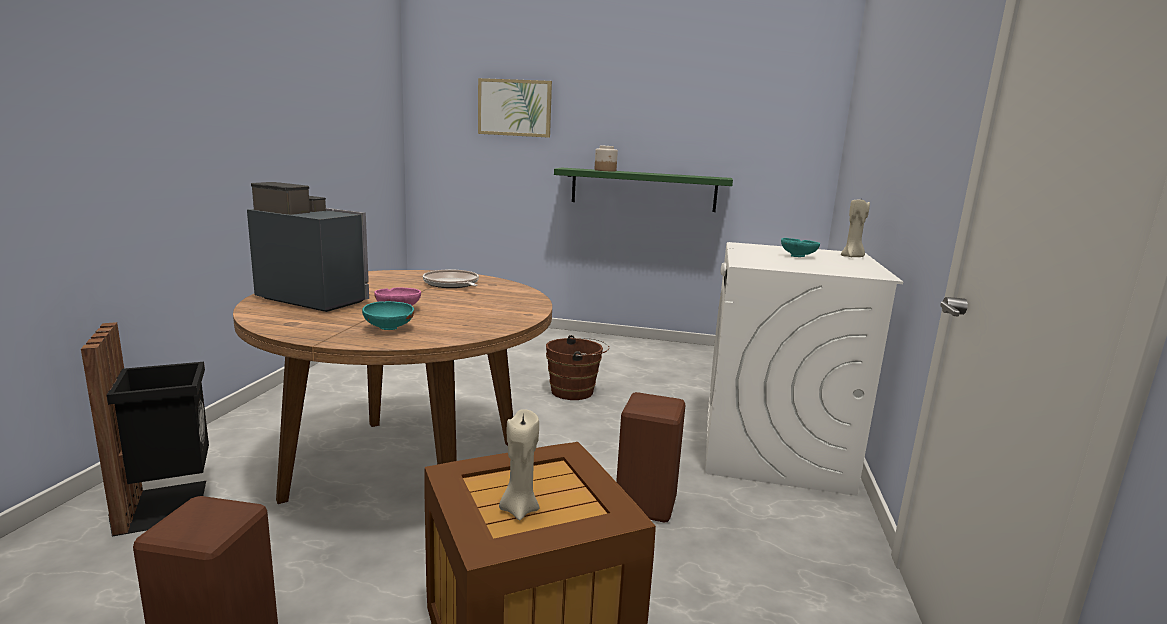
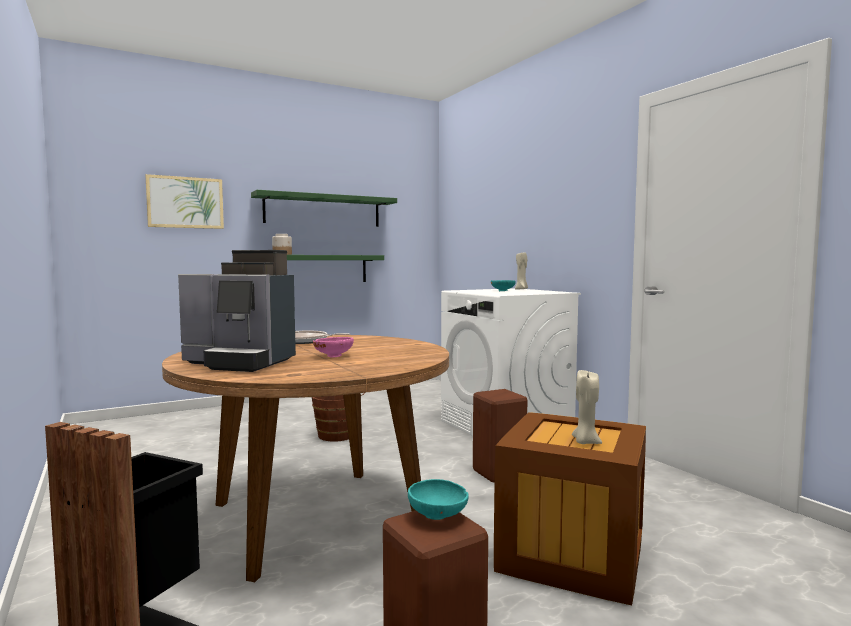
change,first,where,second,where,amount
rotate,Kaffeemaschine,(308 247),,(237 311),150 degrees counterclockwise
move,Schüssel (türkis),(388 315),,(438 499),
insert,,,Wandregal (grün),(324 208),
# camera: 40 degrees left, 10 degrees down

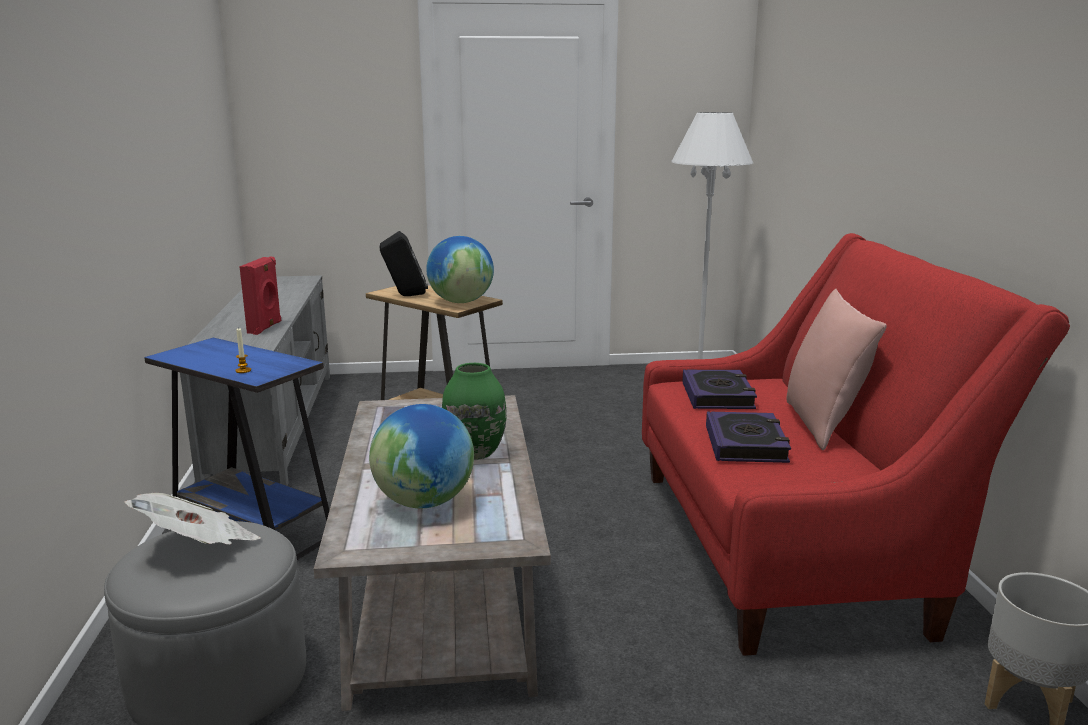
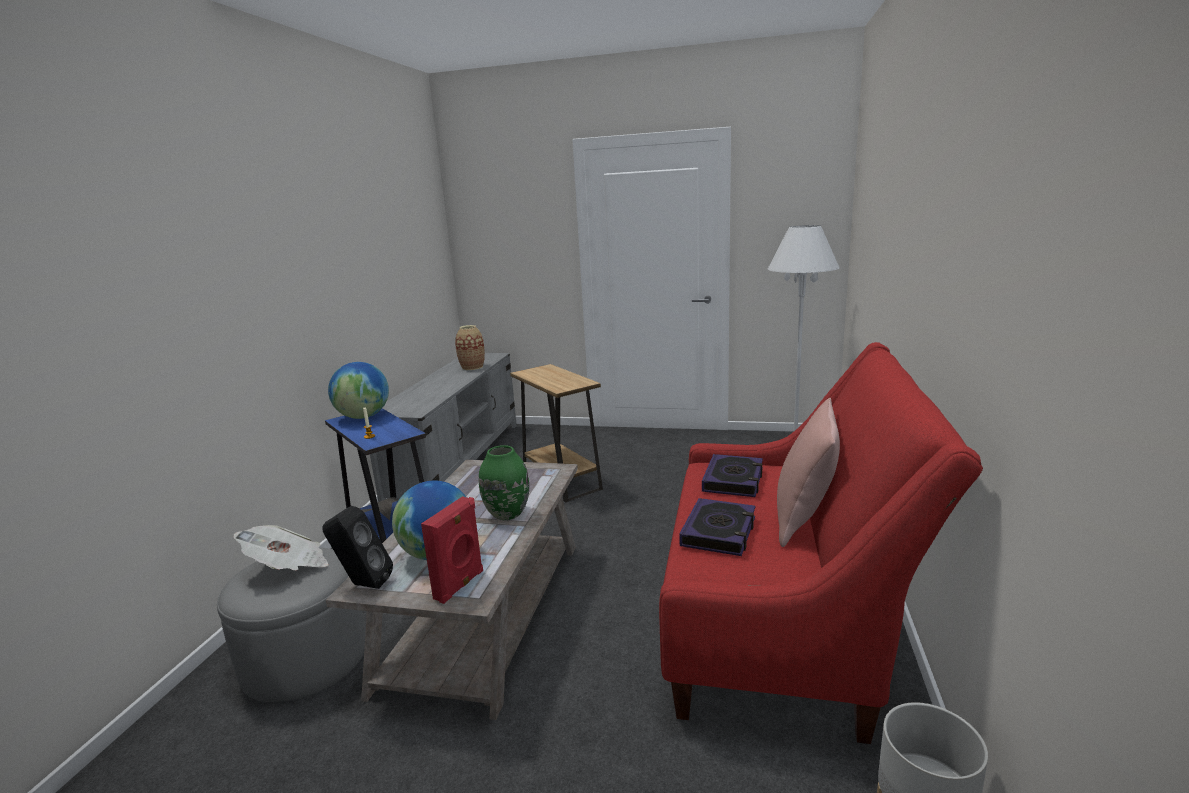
change,first,where,second,where,amount
move,Lautsprecher (schwarz),(404 263),,(357 547),
move,Globus,(460 269),,(358 390),
move,Lautsprecher (rot),(260 296),,(452 550),
insert,,,Vase,(470 347),
# camera: 20 degrees right, 0 degrees up

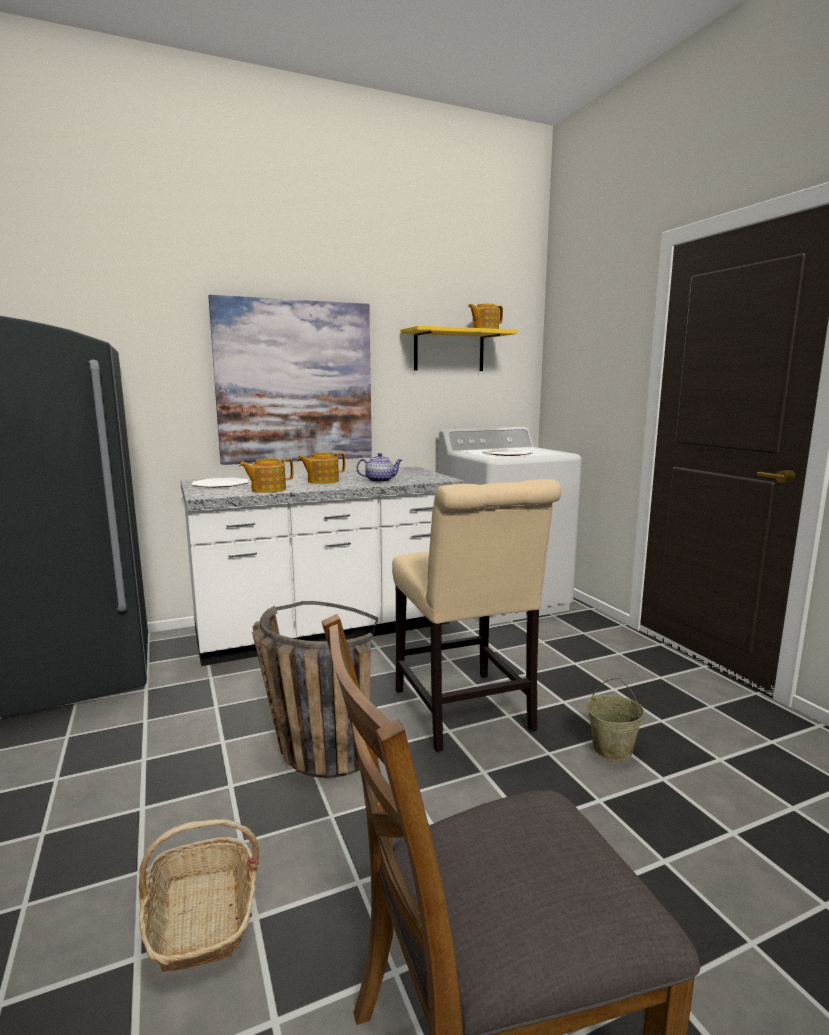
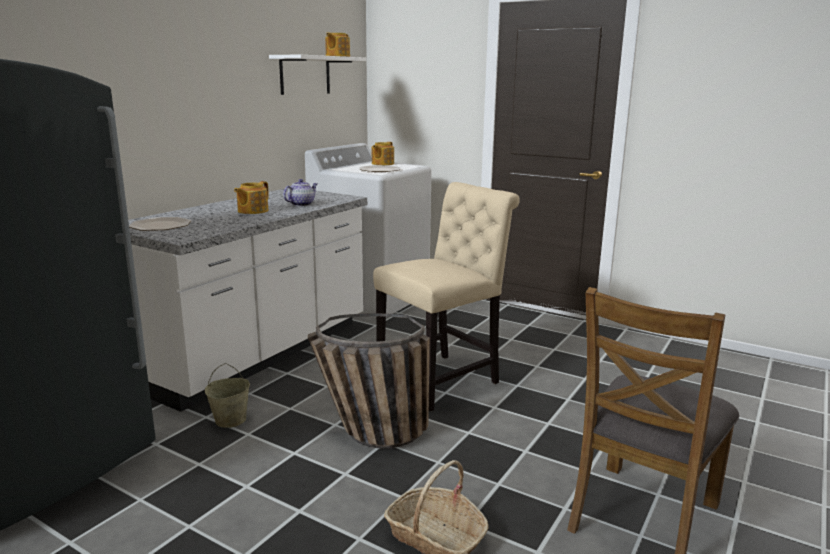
change,first,where,second,where,amount
delete,Bild,(290 380),,,
recolor,Wandregal (gelb),(459 348),Wandregal (weiß),(317 75),
move,Teekanne,(266 475),,(383 153),
rotate,Stuhl (beige),(476 615),,(446 296),75 degrees counterclockwise
move,Eimer (beige),(615 719),,(227 395),
# camera: 35 degrees left, 5 degrees up

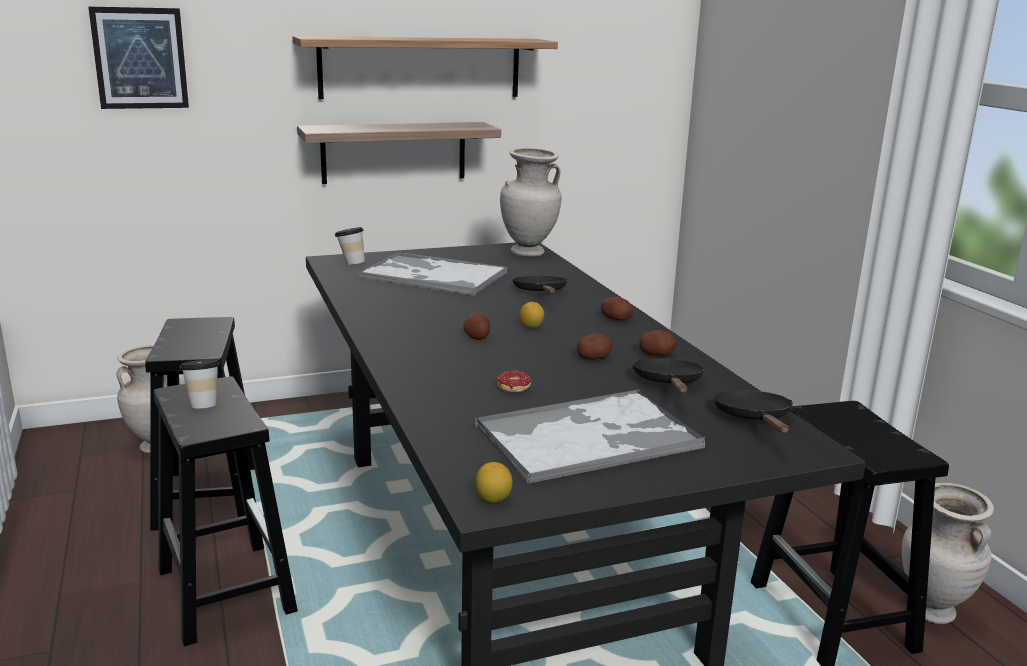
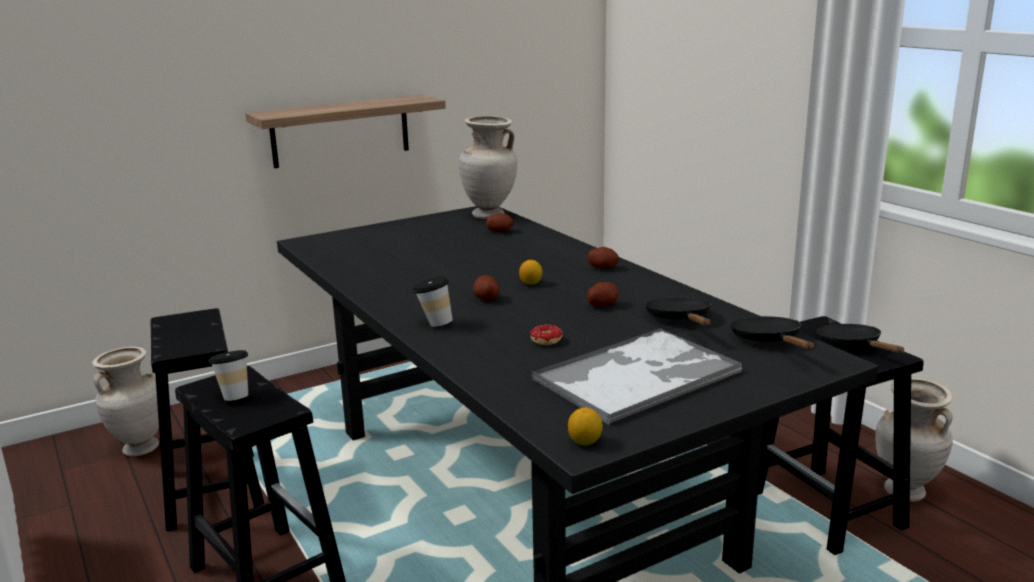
change,first,where,second,where,amount
delete,Bild,(138 58),,,
delete,Wandregal,(425 67),,,
move,Tasse,(350 246),,(432 302),
delete,Tablett,(432 274),,,
move,Pfanne (schwarz),(540 285),,(860 338),
move,Kartoffel,(658 343),,(500 222),
# camera: 10 degrees left, 0 degrees up

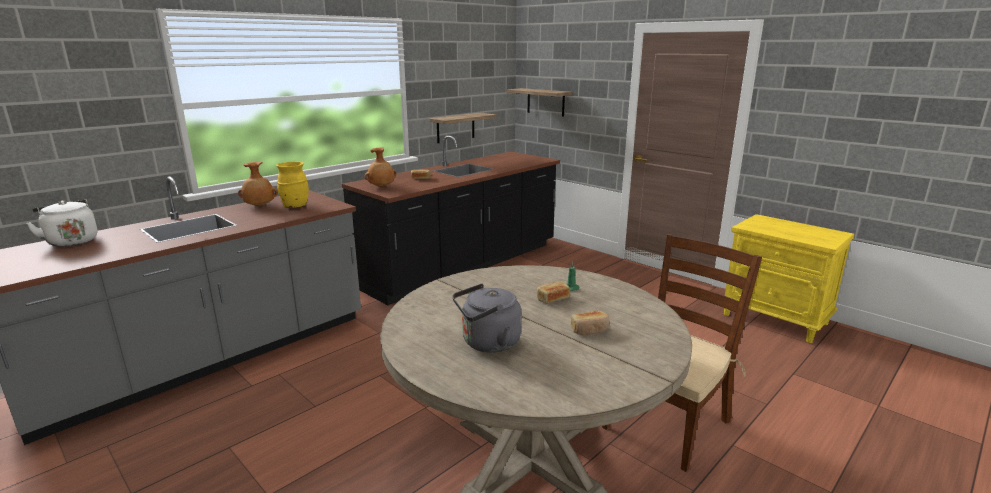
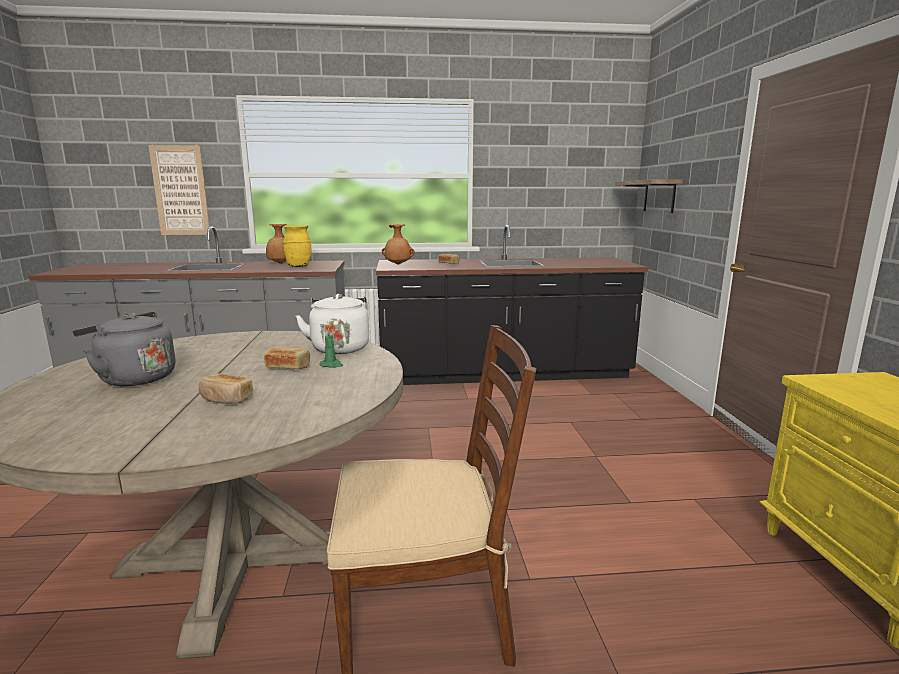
change,first,where,second,where,amount
delete,Wandregal,(463 128),,,
move,Wasserkessel (weiß),(61 223),,(332 324),
insert,,,Bild,(179 190),
# camera: 40 degrees right, 5 degrees down

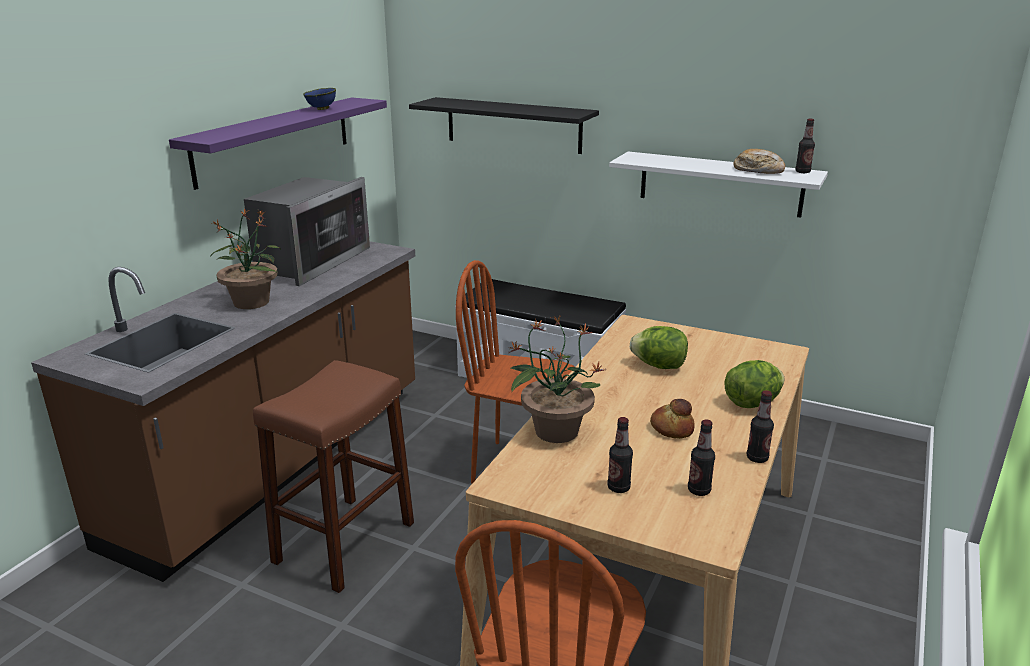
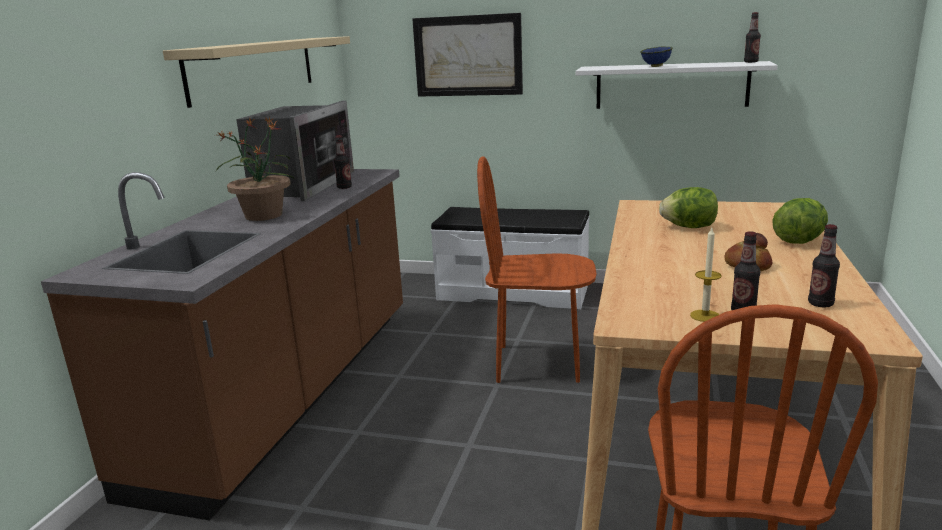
change,first,where,second,where,amount
move,Schüssel (blau),(319 99),,(656 56),
replace,Wandregal (schwarz),(504 125),Bild,(467 55),
recolor,Wandregal (lila),(278 144),Wandregal (beige),(256 72),
delete,Brot,(759 161),,,
delete,Topfpflanze,(558 379),,,
delete,Hocker (braun),(333 476),,,
move,Flasche,(760 426),,(343 162),
insert,,,Kerze,(706 275),
# camera: 10 degrees left, 5 degrees down

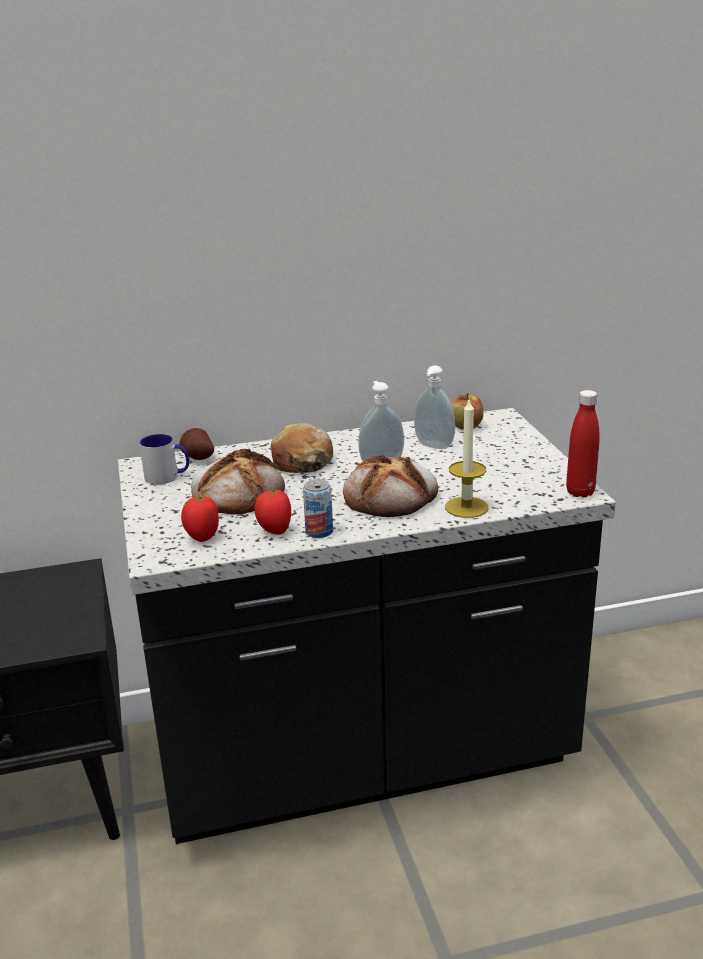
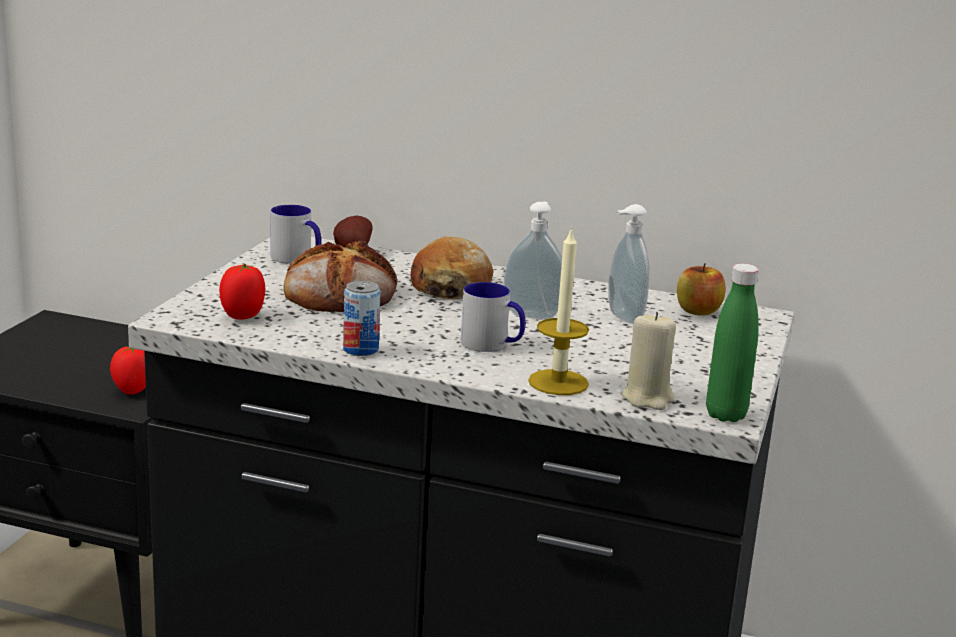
change,first,where,second,where,amount
recolor,Flasche (rot),(583 444),Flasche (grün),(732 343),
replace,Brot,(390 485),Henkelbecher,(493 317),
move,Tomate,(273 512),,(128 370),
insert,,,Kerze (beige),(648 361),
# camera: 30 degrees right, 5 degrees down

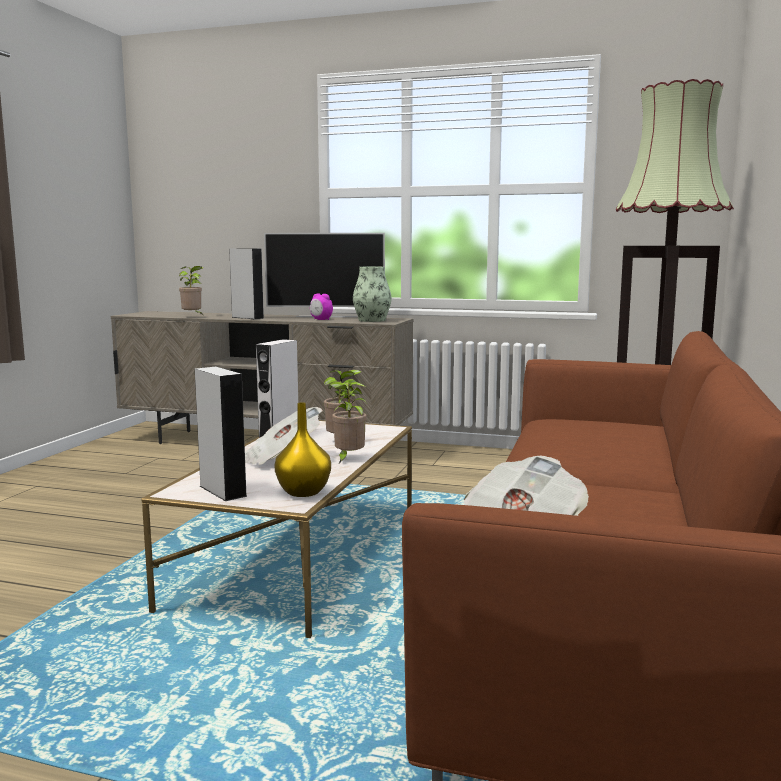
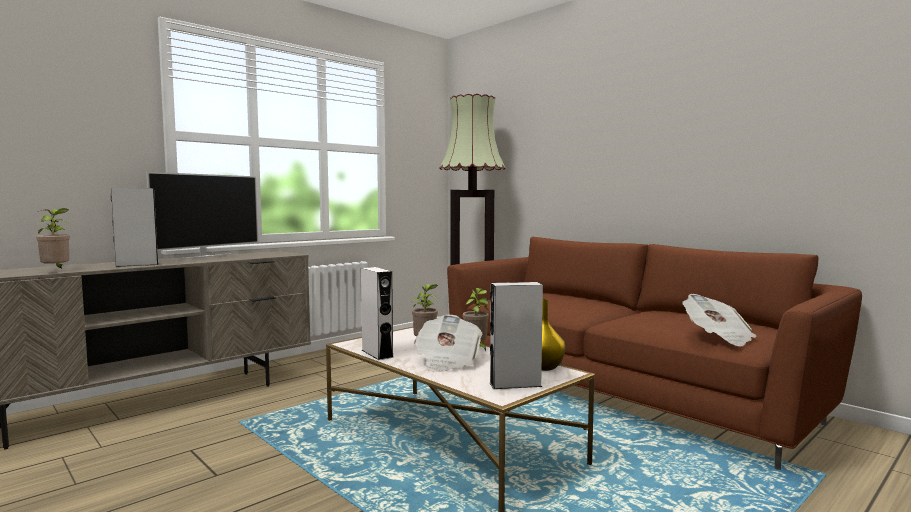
change,first,where,second,where,amount
delete,Vase,(372 294),,,
delete,Wecker,(321 306),,,
# camera: 60 degrees left, 5 degrees down

